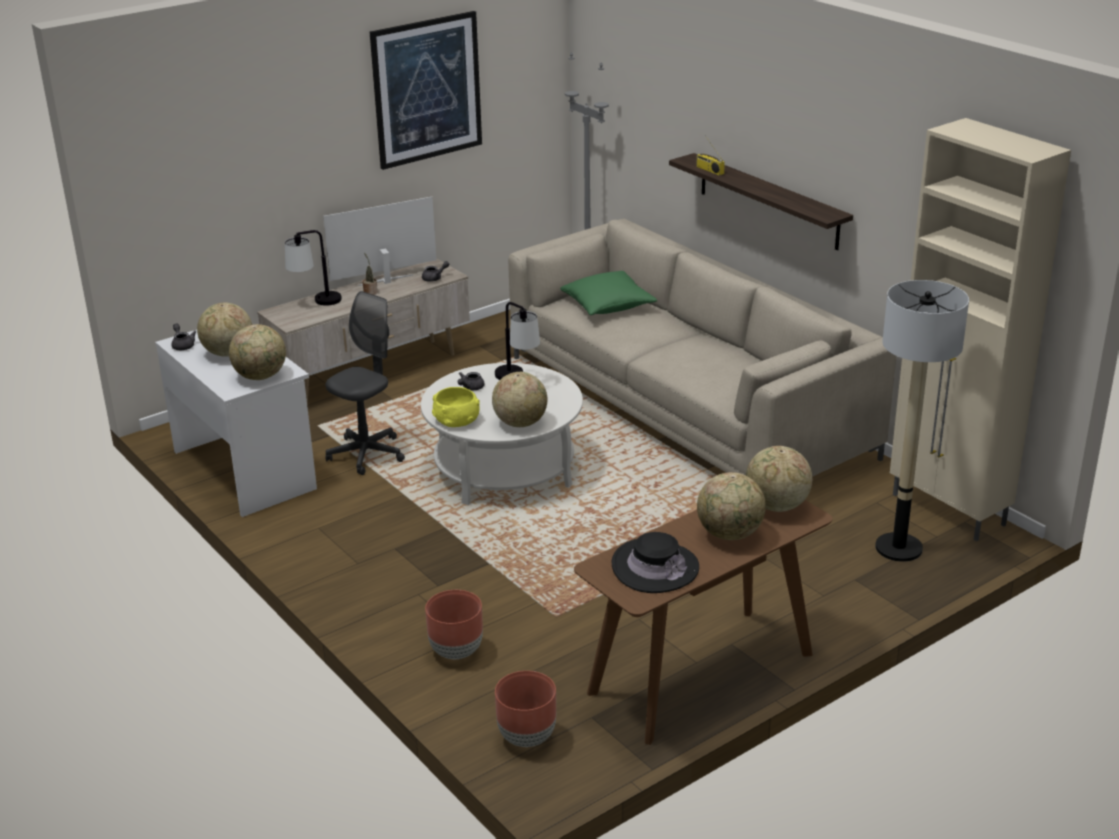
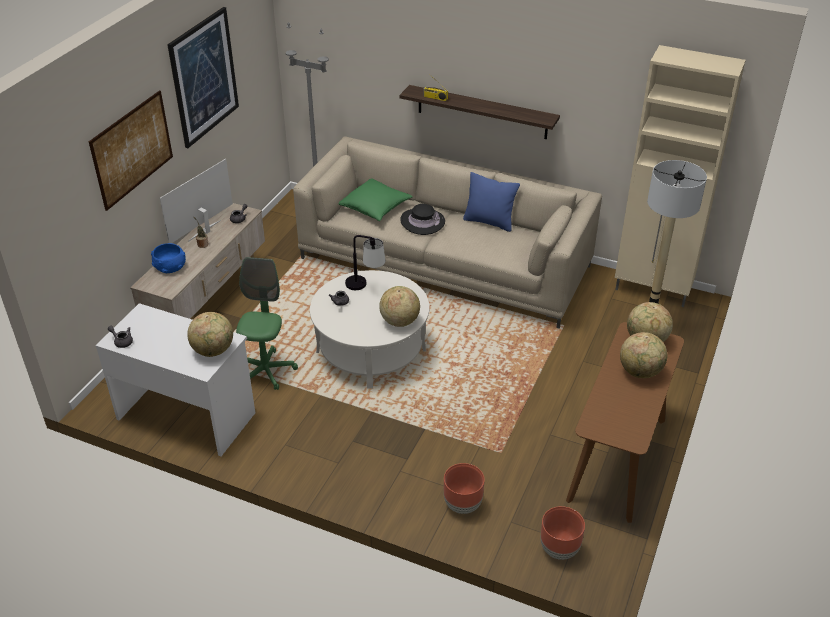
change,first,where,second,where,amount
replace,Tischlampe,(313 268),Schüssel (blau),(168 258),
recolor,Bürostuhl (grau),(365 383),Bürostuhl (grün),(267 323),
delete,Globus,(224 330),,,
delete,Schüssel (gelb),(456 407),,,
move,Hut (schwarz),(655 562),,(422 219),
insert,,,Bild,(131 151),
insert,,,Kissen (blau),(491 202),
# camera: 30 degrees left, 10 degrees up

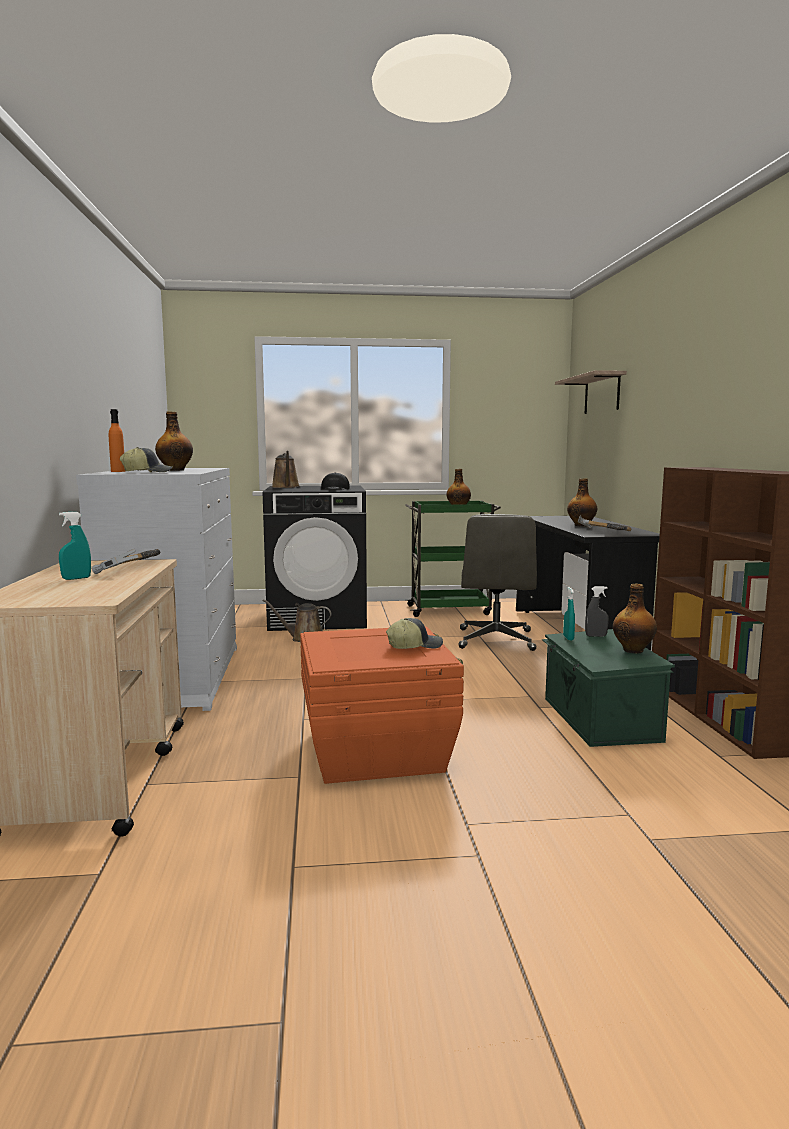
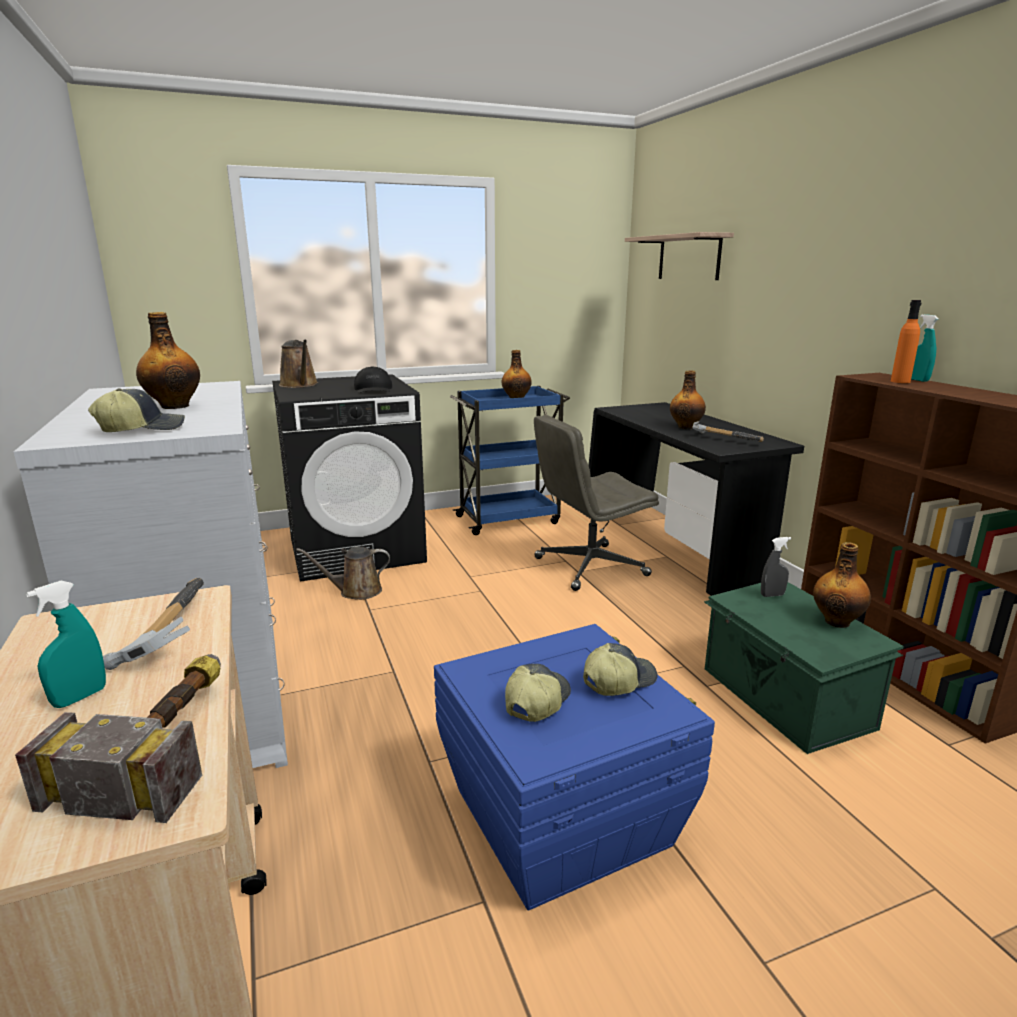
change,first,where,second,where,amount
move,Flasche (orange),(117 440),,(906 341),
recolor,Rollwagen (grün),(453 559),Rollwagen (blau),(510 460),
rotate,Bürostuhl (grau),(498 582),,(596 503),75 degrees clockwise
move,Sprühflasche (türkis),(569 614),,(925 348),
recolor,Aufbewahrungsbox (orange),(382 705),Aufbewahrungsbox (blau),(574 767),
insert,,,Hammer,(118 738),
insert,,,Kappe,(538 693),
# camera: 15 degrees left, 10 degrees up

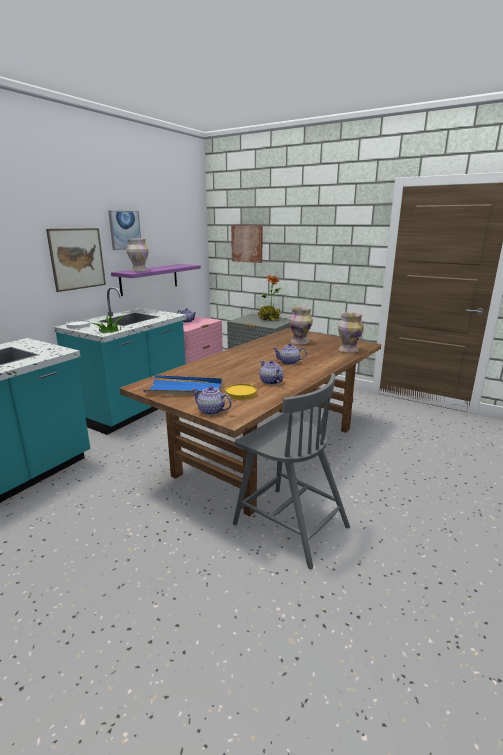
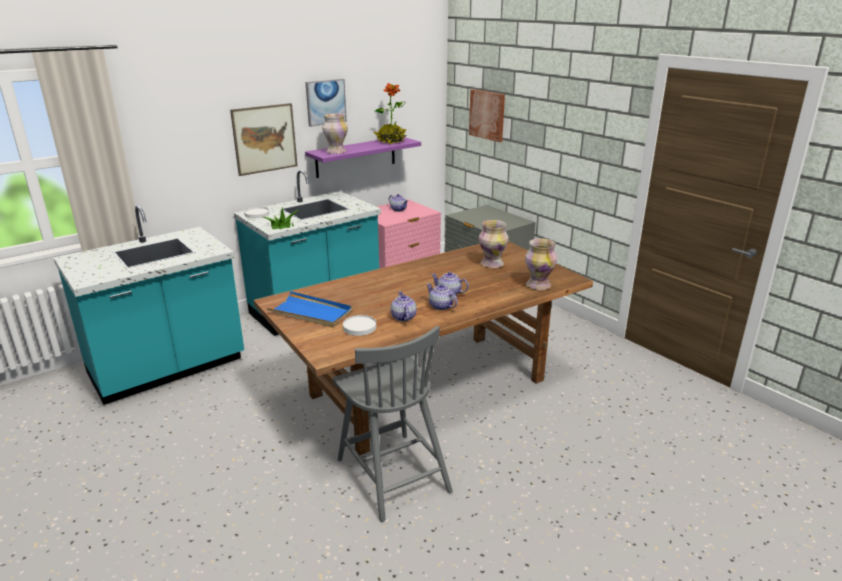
change,first,where,second,where,amount
move,Topfpflanze,(269 298),,(390 113),
recolor,Teller (gelb),(241 392),Teller (weiß),(359 325),
move,Teekanne,(211 400),,(442 296),
# camera: 20 degrees right, 5 degrees up

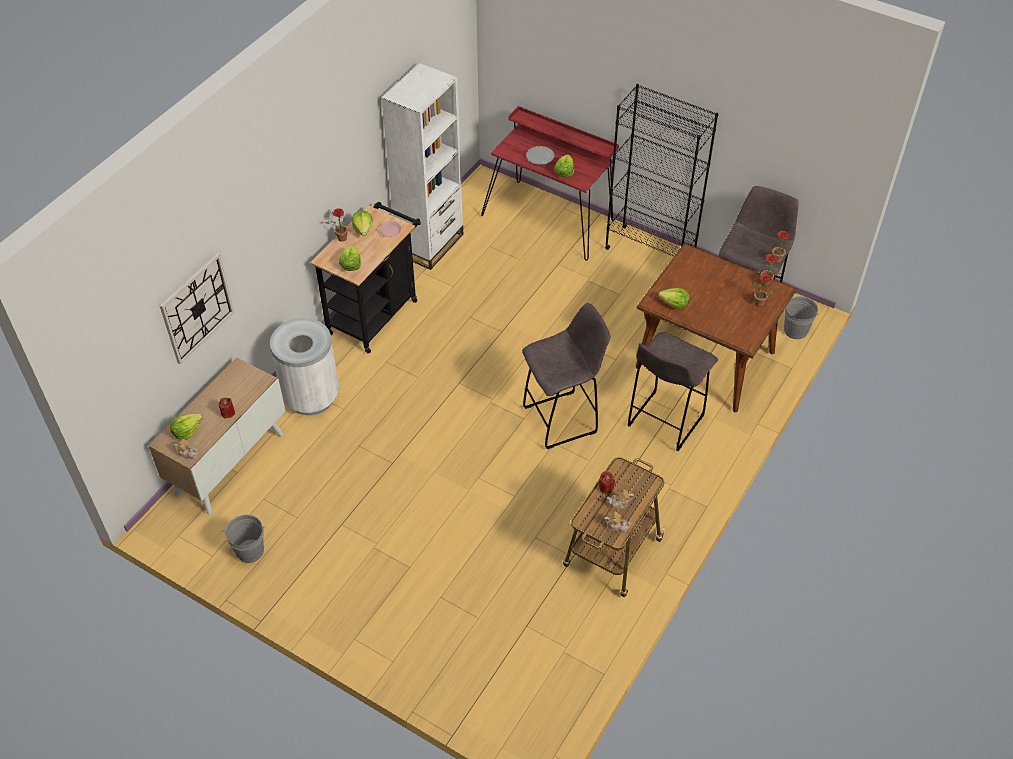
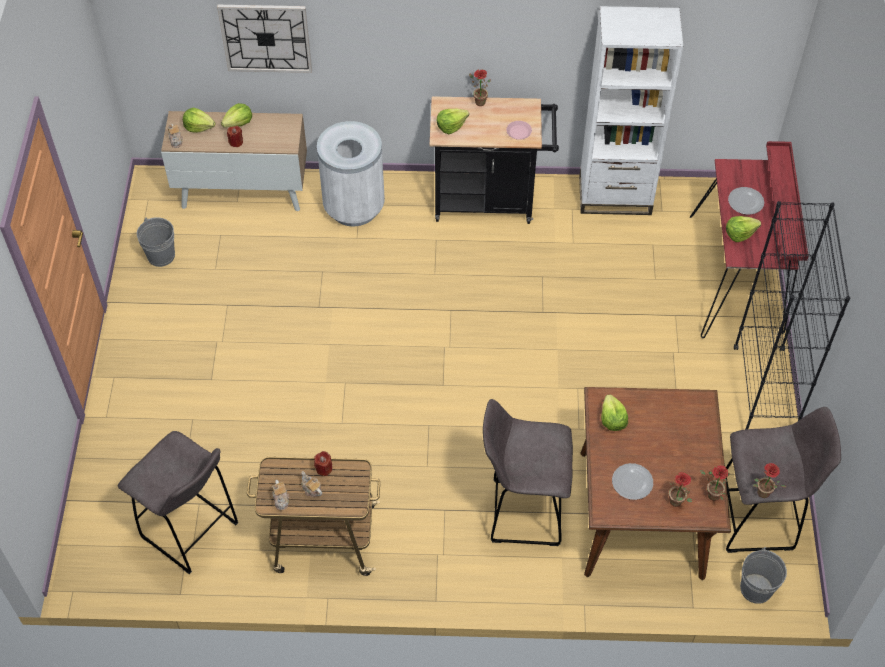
change,first,where,second,where,amount
move,Salatkopf,(362 223),,(236 115),
move,Hocker (grau),(566 376),,(178 502),
insert,,,Teller,(632 481),
# camera: 60 degrees right, 5 degrees up

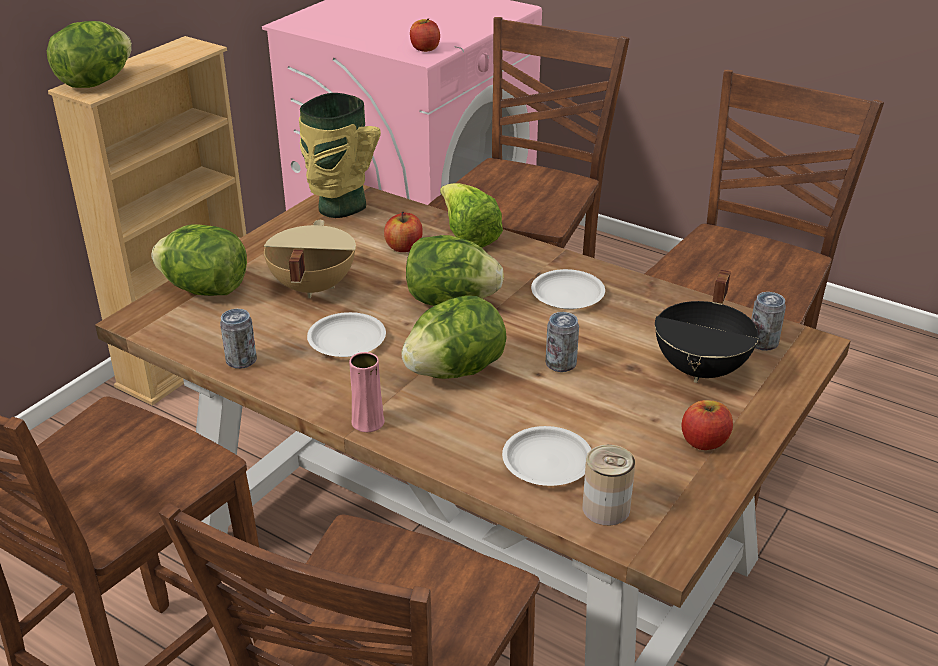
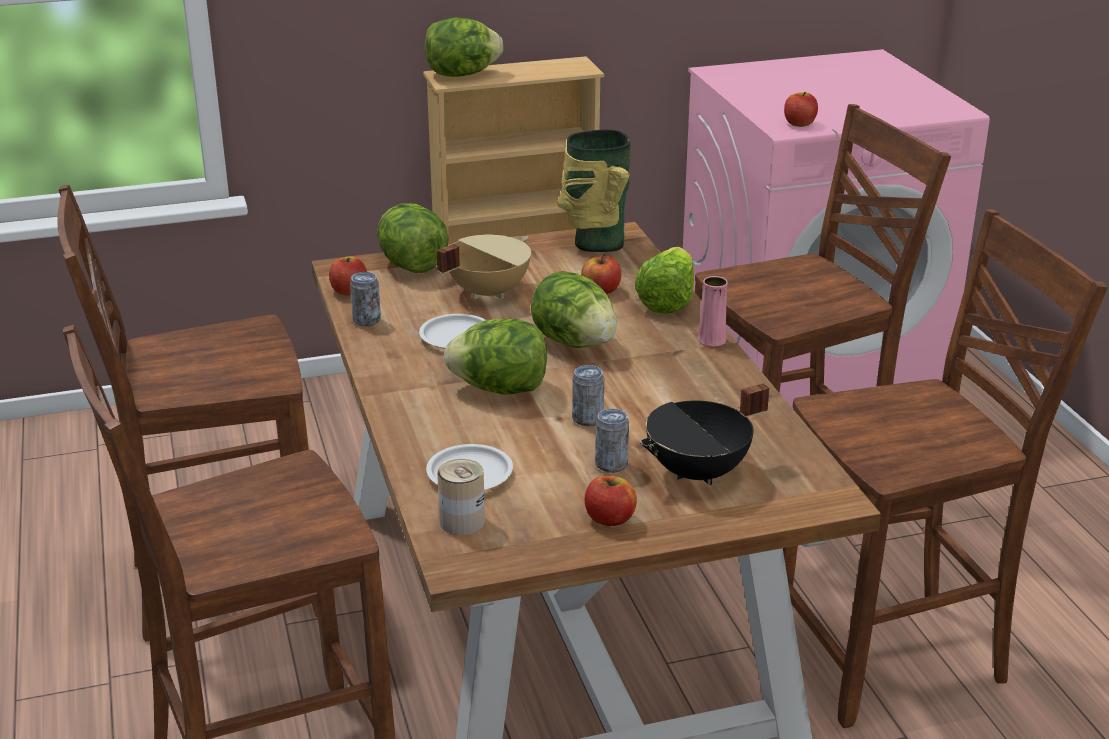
change,first,where,second,where,amount
delete,Teller (weiß),(568 289),,,
move,Dose,(768 321),,(612 440),
move,Vase (rosa),(367 392),,(713 311),
insert,,,Apfel,(348 275),
# camera: 40 degrees right, 5 degrees down

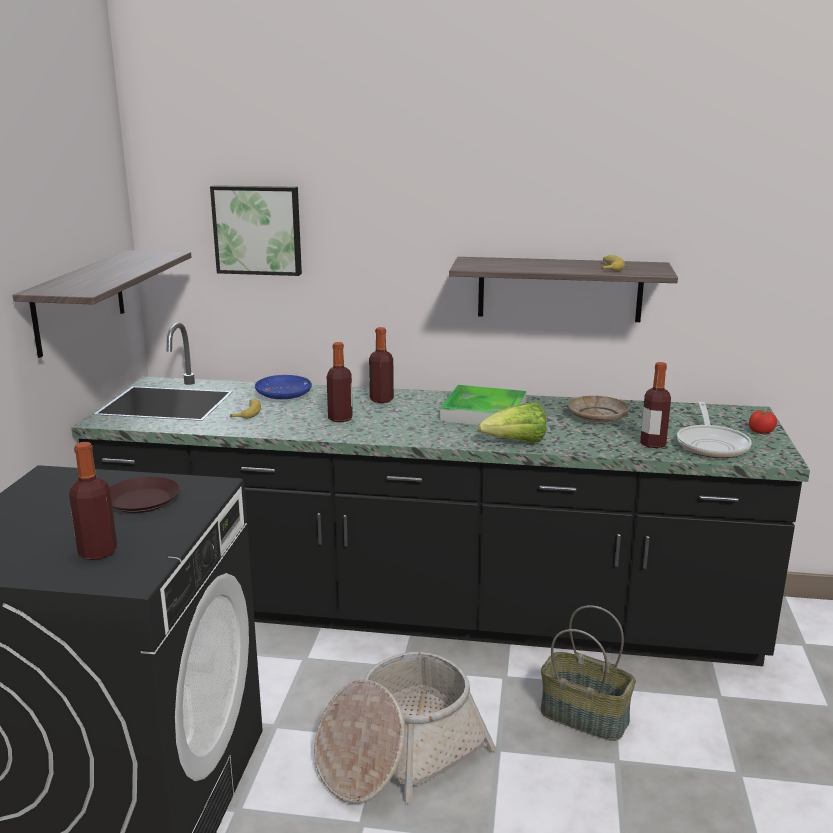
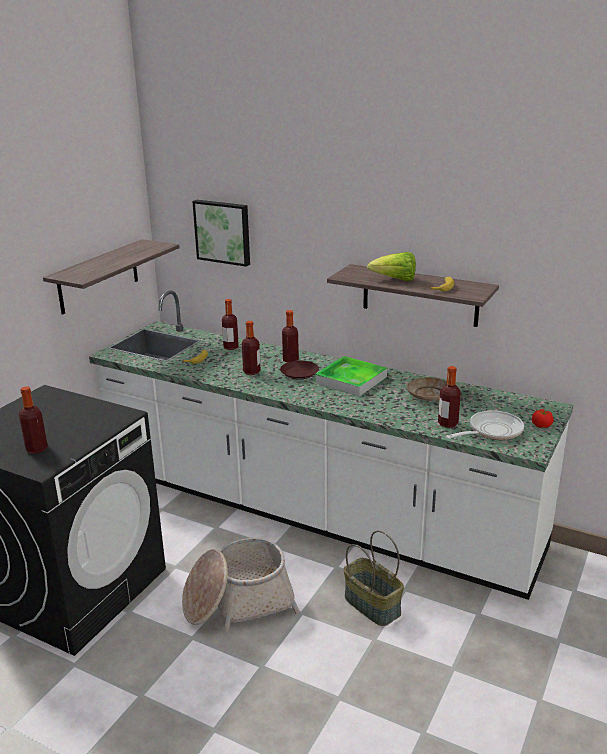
change,first,where,second,where,amount
recolor,Küchenzeile (schwarz),(440 494),Küchenzeile (weiß),(331 445),
replace,Teller (blau),(283 387),Flasche,(230 324),
move,Salatkopf,(512 422),,(391 266),
rotate,Pfanne,(714 430),,(484 425),150 degrees counterclockwise
move,Teller (braun),(145 494),,(299 370),
# camera: 20 degrees right, 5 degrees up

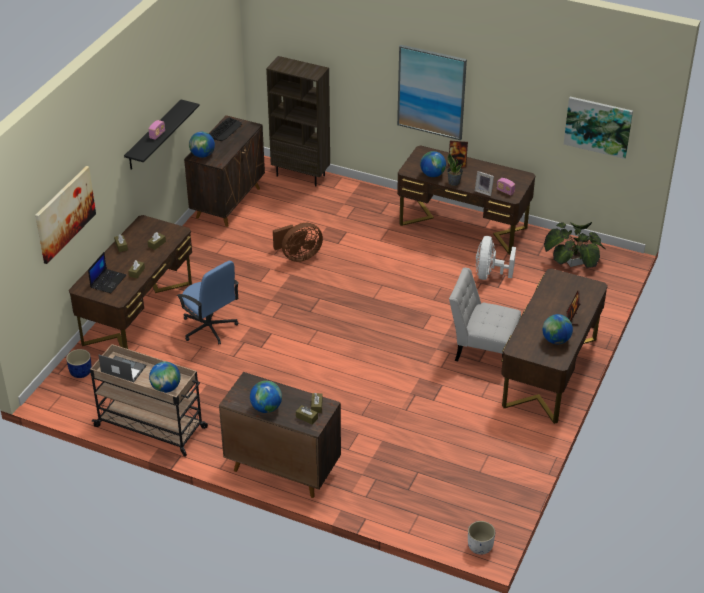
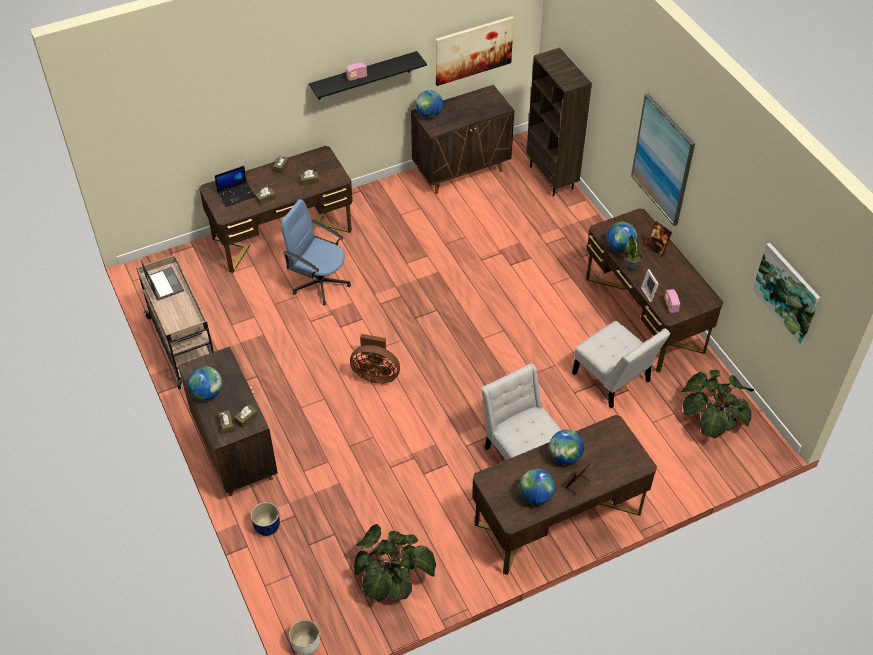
change,first,where,second,where,amount
delete,Tastatur,(226 129),,,
move,Bild,(65 215),,(475 51),
move,Ventilator (braun),(298 242),,(375 359),
replace,Ventilator (weiß),(496 258),Stuhl (weiß),(621 364),
rotate,Bürostuhl (blau),(208 303),,(316 252),120 degrees clockwise
move,Pflanzkübel (blau),(79 363),,(265 519),
move,Globus,(165 377),,(566 447),
insert,,,Topfpflanze,(395 563),
# camera: 40 degrees right, 10 degrees up

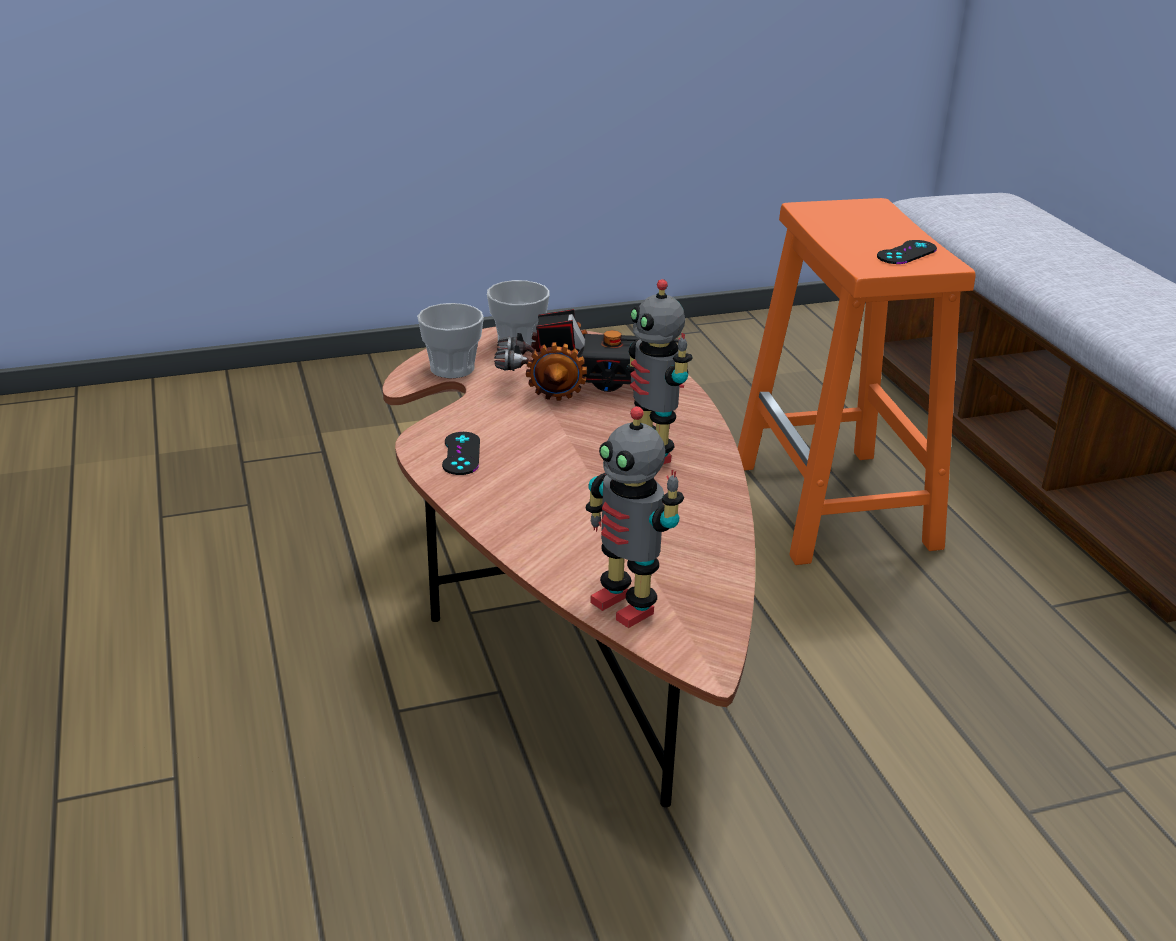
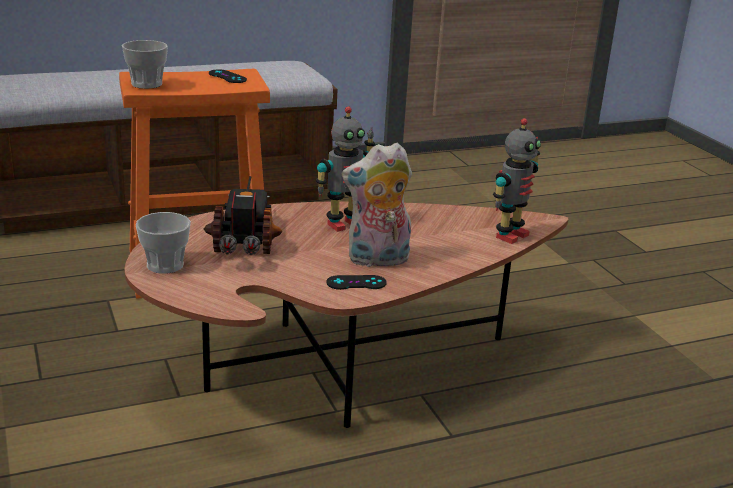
change,first,where,second,where,amount
move,Tasse,(450 340),,(145 64),
insert,,,Plüschtier,(377 205),
# camera: 95 degrees left, 5 degrees down

